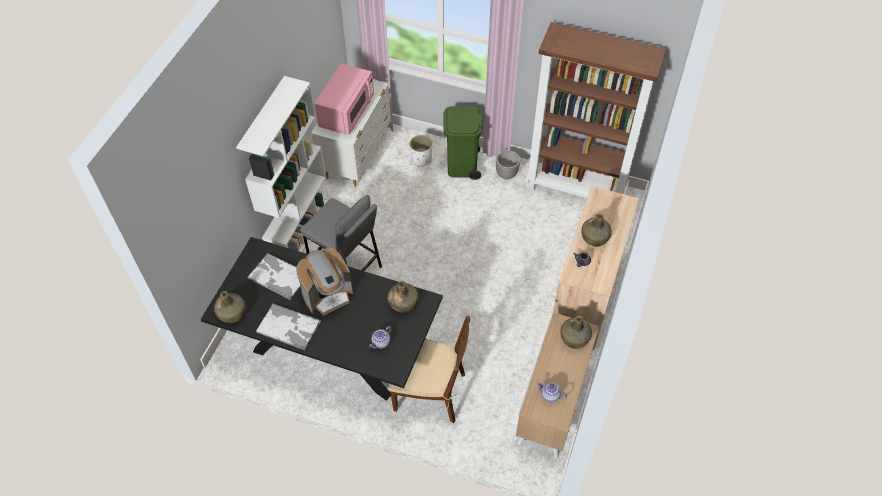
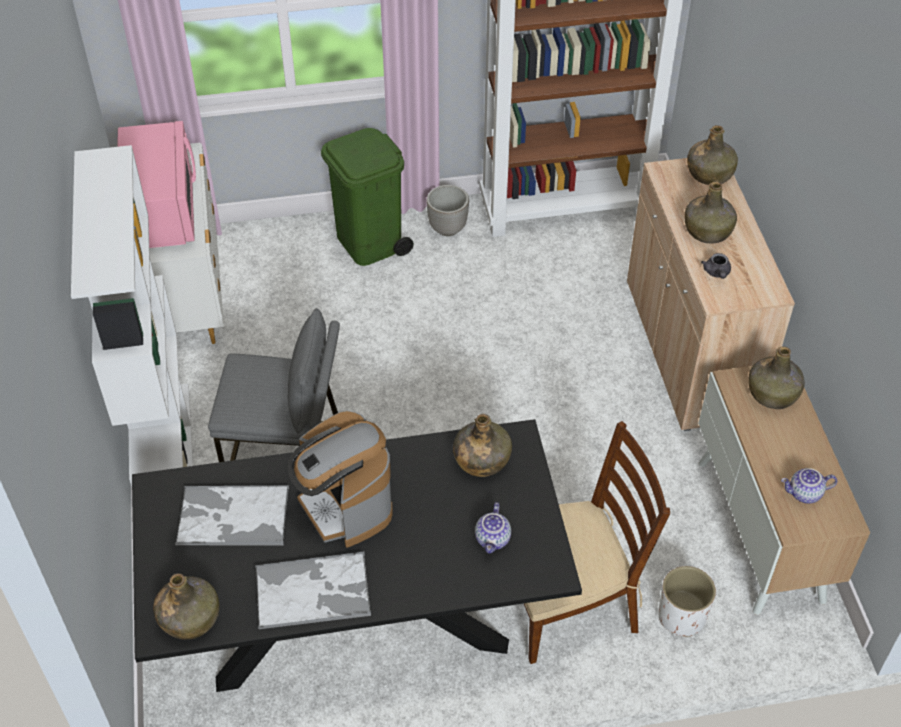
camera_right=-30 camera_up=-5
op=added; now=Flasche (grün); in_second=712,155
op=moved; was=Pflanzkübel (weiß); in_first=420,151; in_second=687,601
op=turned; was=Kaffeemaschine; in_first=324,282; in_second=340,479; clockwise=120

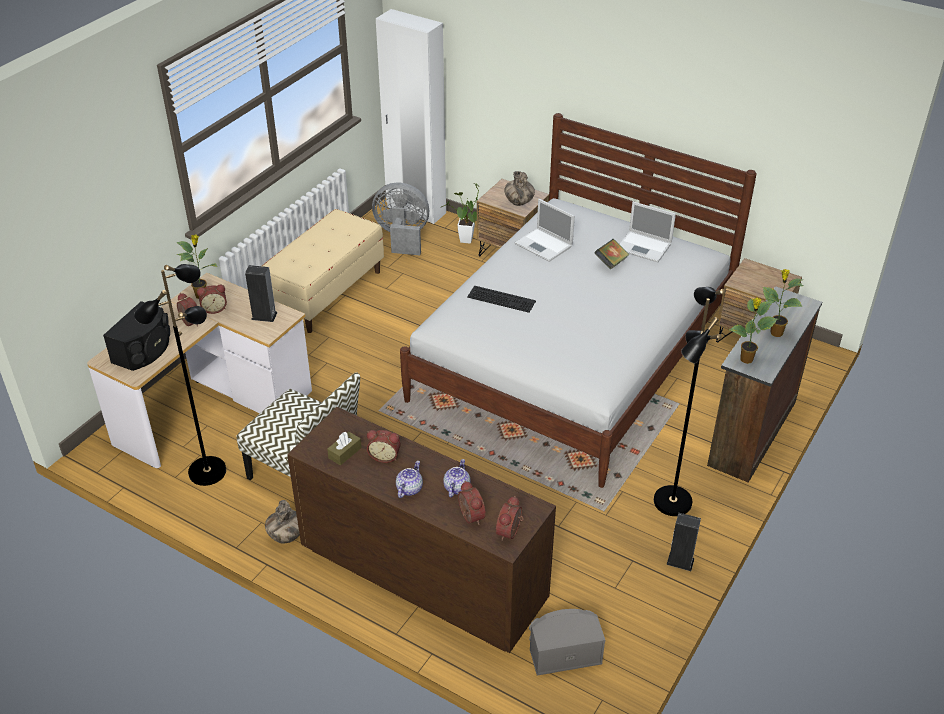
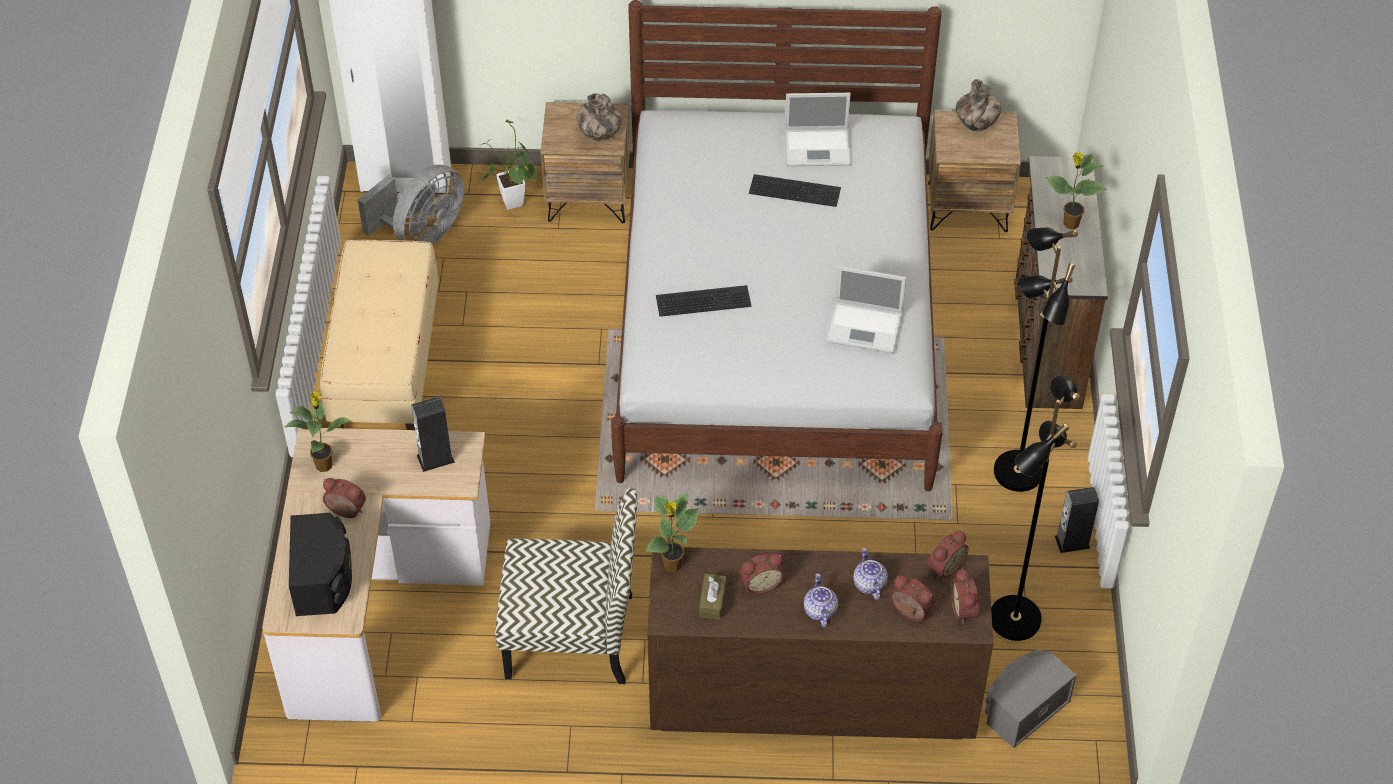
camera_right=-30 camera_up=10
op=moved; was=Stehlampe (schwarz); in_first=180,375; in_second=1035,508
op=moved; was=Wecker; in_first=212,299; in_second=948,555
op=moved; was=Vase; in_first=282,522; in_second=978,105
op=moved; was=Laptop; in_first=544,230; in_second=866,309
op=moved; was=Topfpflanze; in_first=753,331; in_second=672,532
op=replaced; was=Buch; now=Tastatur; in_first=612,254; in_second=795,190
op=turned; was=Ventilator (grau); in_first=400,219; in_second=411,205; clockwise=150

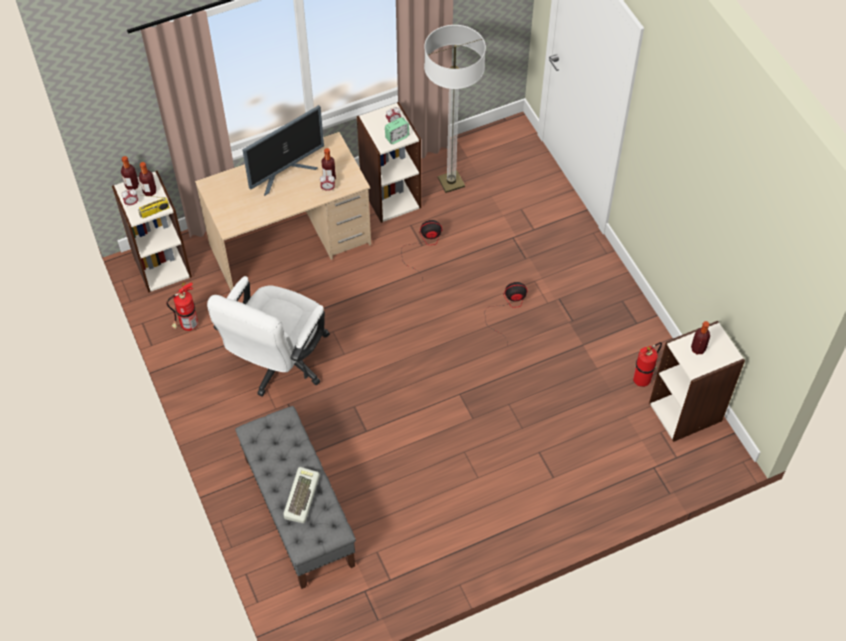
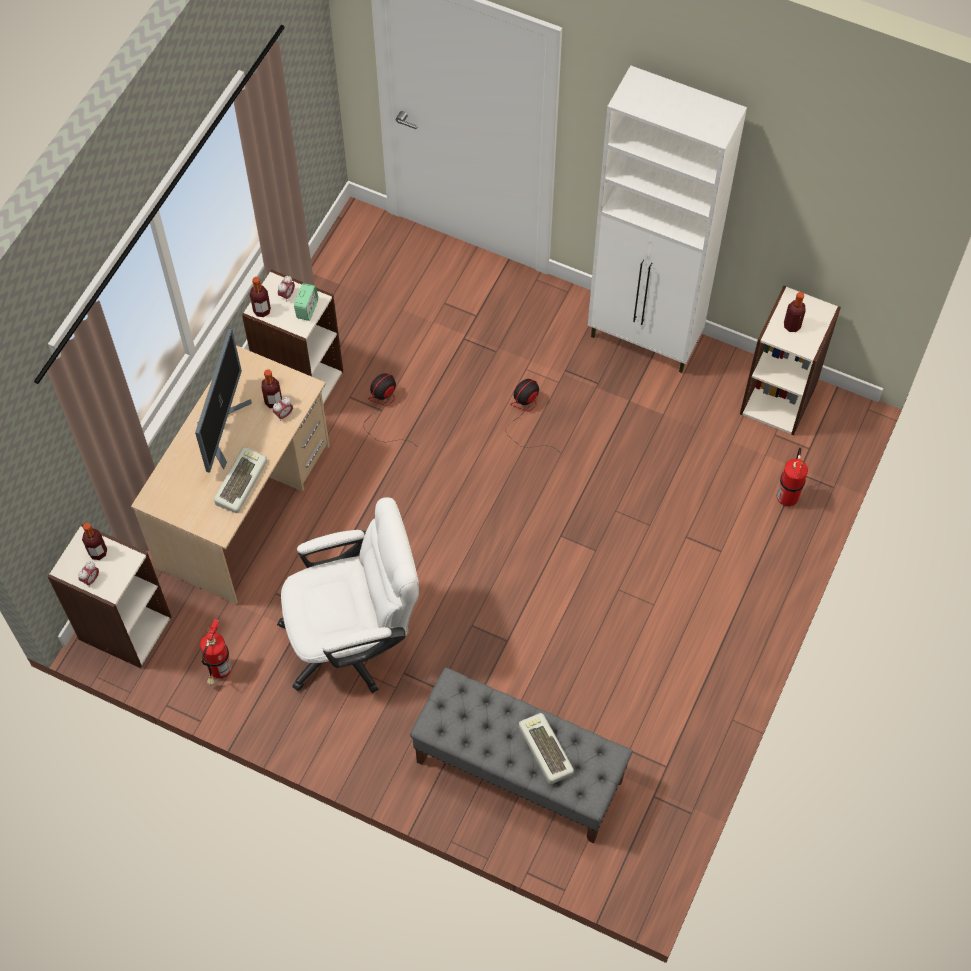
camera_right=-40 camera_up=5
op=removed; was=Radio; in_first=154,206
op=removed; was=Stehlampe; in_first=455,109
op=added; now=Tastatur; in_second=240,480
op=added; now=Schrank (weiß); in_second=667,219
op=moved; was=Flasche; in_first=130,173; in_second=260,297
op=moved; was=Feuerlöscher; in_first=647,364; in_second=792,476
op=turned; was=Bürostuhl (weiß); in_first=268,336; in_second=348,595; clockwise=-90

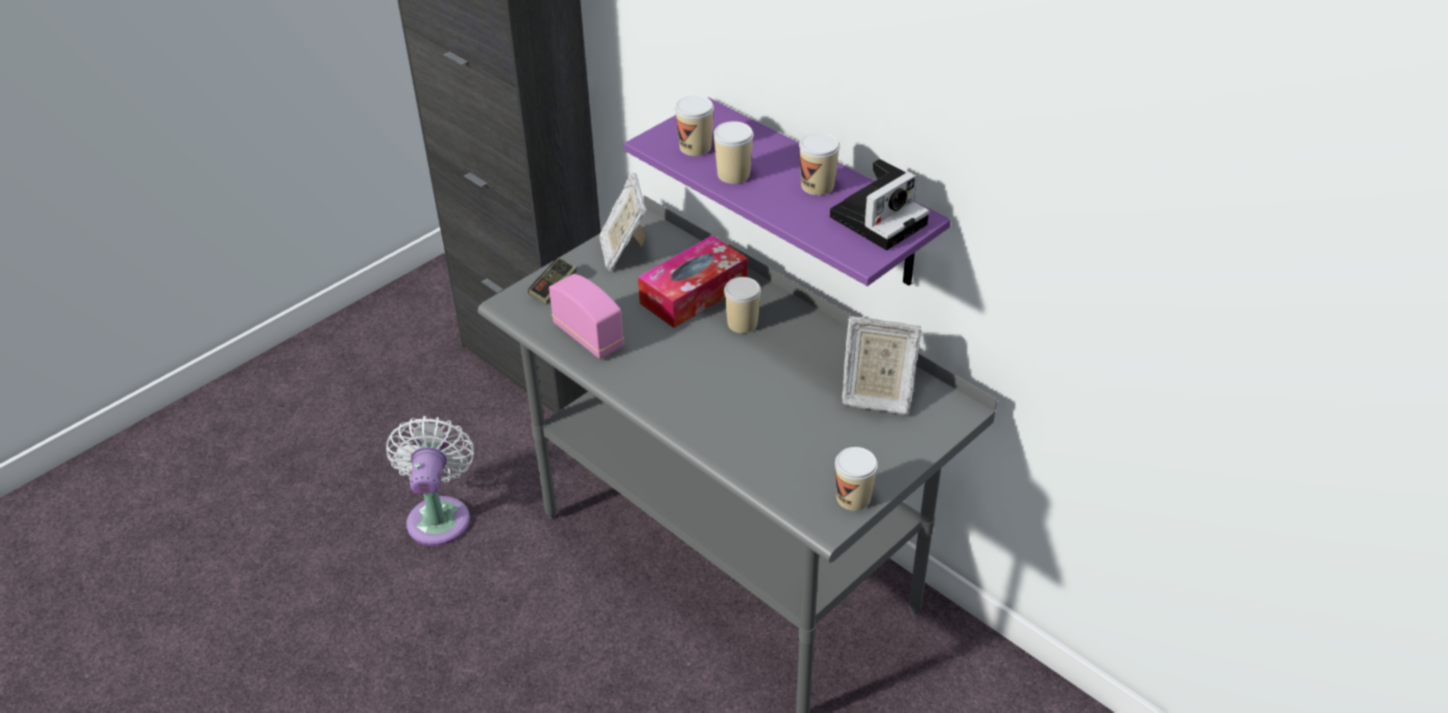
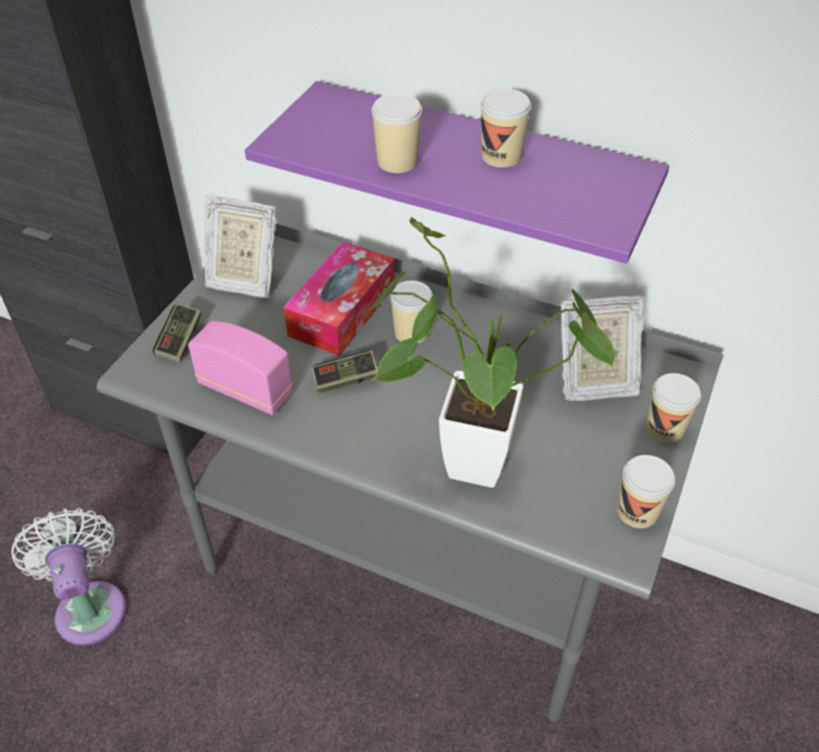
camera_right=-20 camera_up=5
op=removed; was=Kamera; in_first=879,204
op=added; now=Gamepad; in_second=344,371
op=added; now=Topfpflanze; in_second=489,352
op=moved; was=Tasse; in_first=694,125; in_second=673,407
op=turned; was=Bilderrahmen; in_first=622,222; in_second=240,246; clockwise=-45

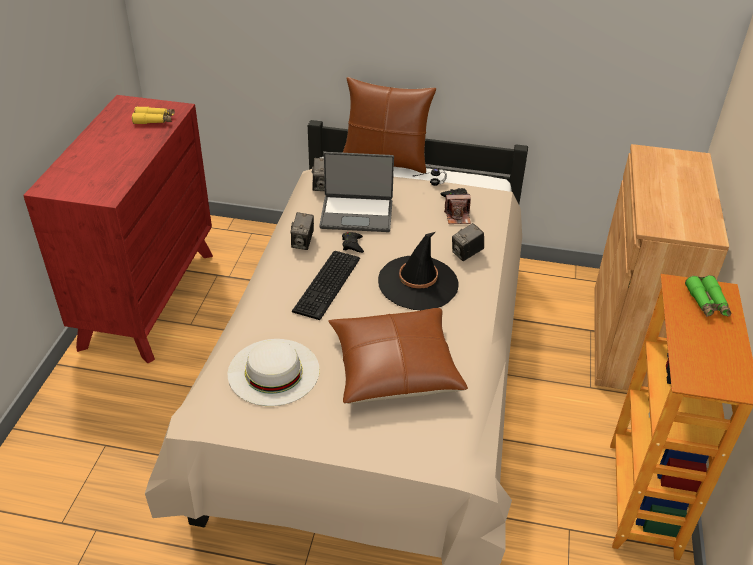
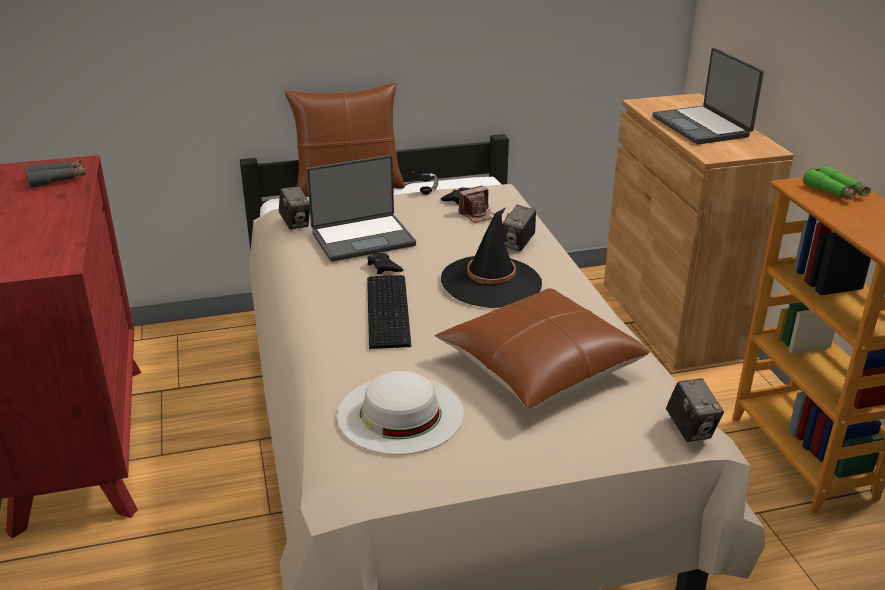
camera_right=-25 camera_up=-10
op=added; now=Laptop; in_second=708,96
op=moved; was=Kamera; in_first=302,231; in_second=695,410
op=recoloured; was=Fernglas (gelb); now=Fernglas (grau); in_first=153,115; in_second=55,174

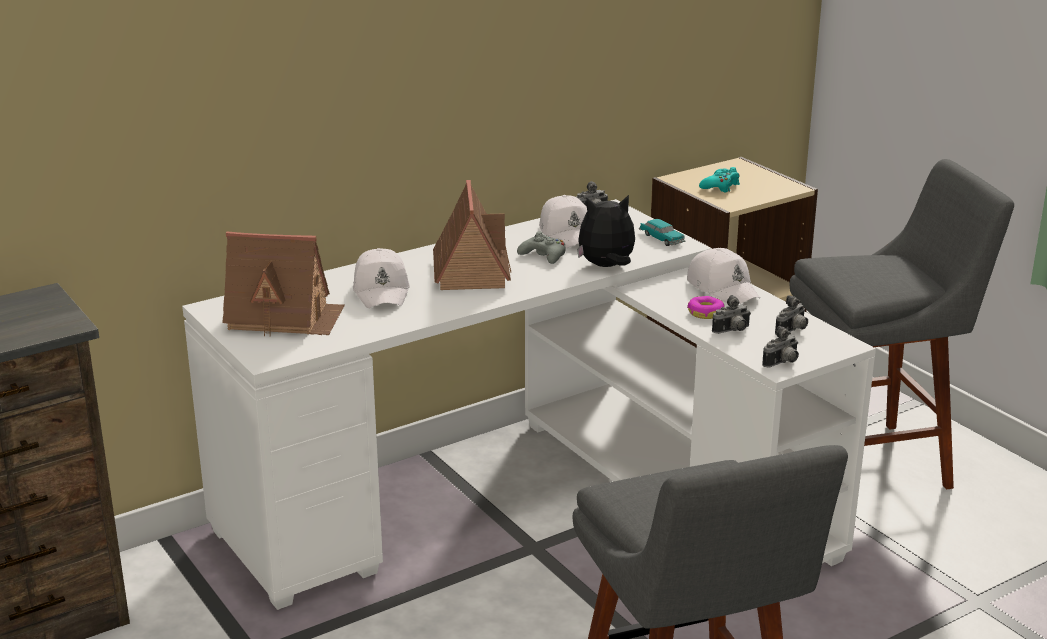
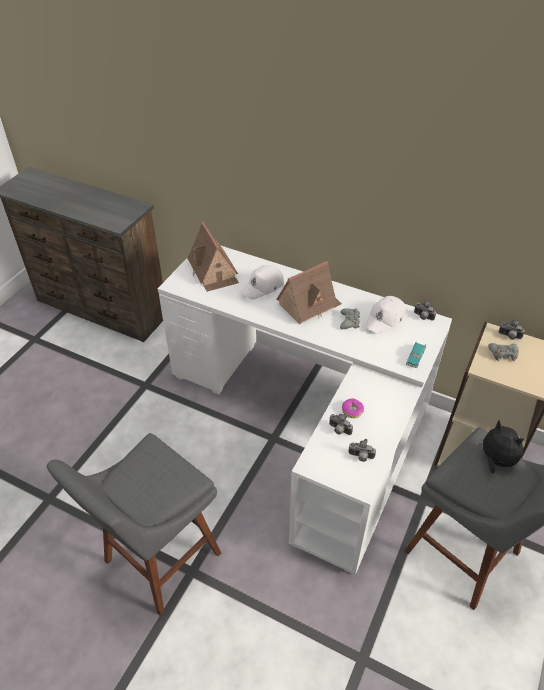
camera_right=60 camera_up=20
op=removed; was=Kappe (weiß); in_first=723,276
op=moved; was=Plüschtier; in_first=606,231; in_second=500,446
op=moved; was=Kamera; in_first=780,346; in_second=512,329
op=recoloured; was=Gamepad (türkis); now=Gamepad (grau); in_first=719,179; in_second=503,352

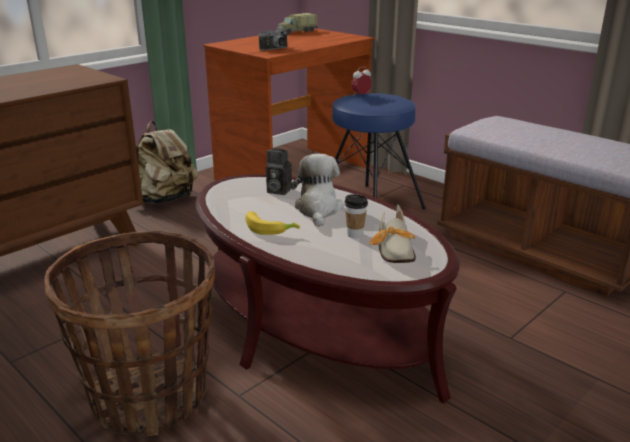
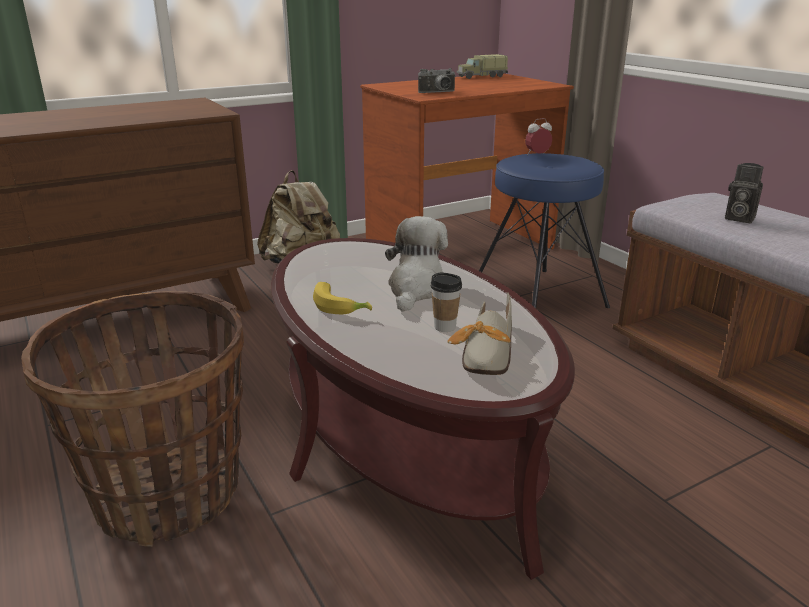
camera_right=15 camera_up=0
op=moved; was=Kamera; in_first=279,171; in_second=744,193

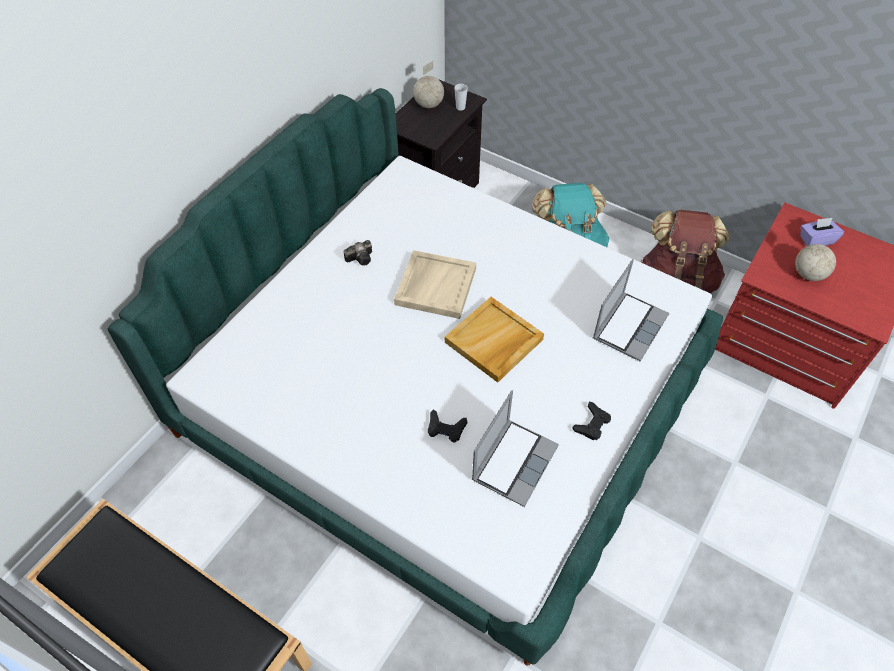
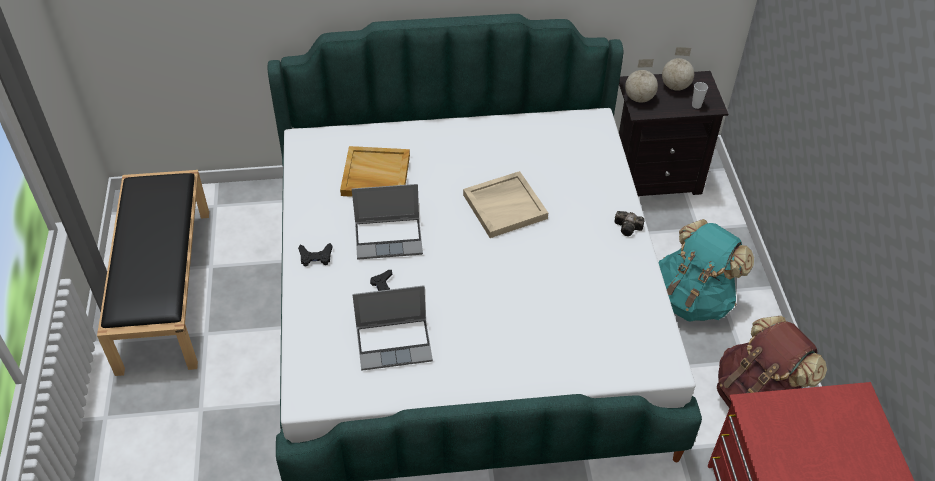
camera_right=50 camera_up=-5
op=removed; was=Taschentuchbox (lila); in_first=822,232
op=moved; was=Kamera; in_first=358,253; in_second=630,223
op=moved; was=Tablett (beige); in_first=494,340; in_second=375,171
op=moved; was=Gamepad (schwarz); in_first=591,421; in_second=315,254
op=moved; was=Laptop; in_first=631,310; in_second=387,221
op=moved; was=Globus; in_first=815,258; in_second=641,81

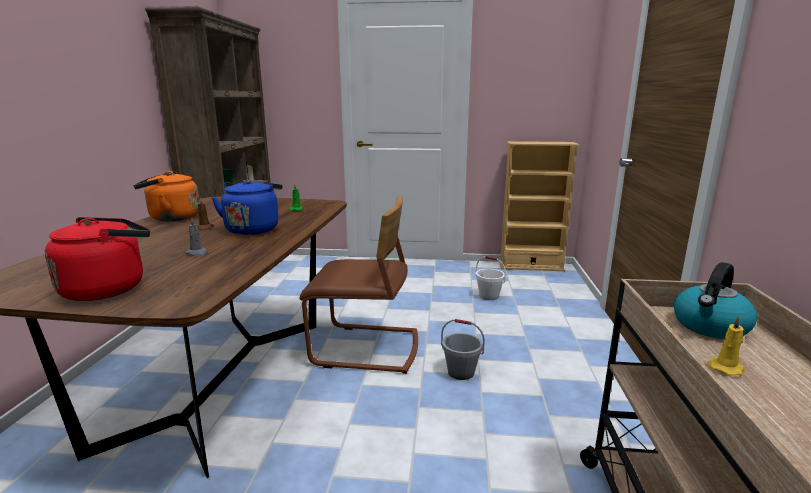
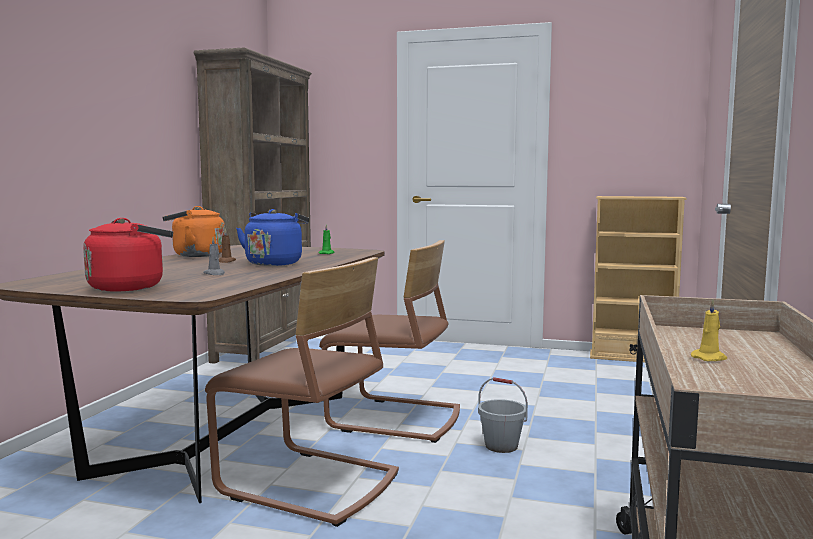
camera_right=10 camera_up=-10
op=removed; was=Eimer (weiß); in_first=491,278
op=removed; was=Wasserkessel; in_first=715,300
op=added; now=Stuhl (braun); in_second=302,392

